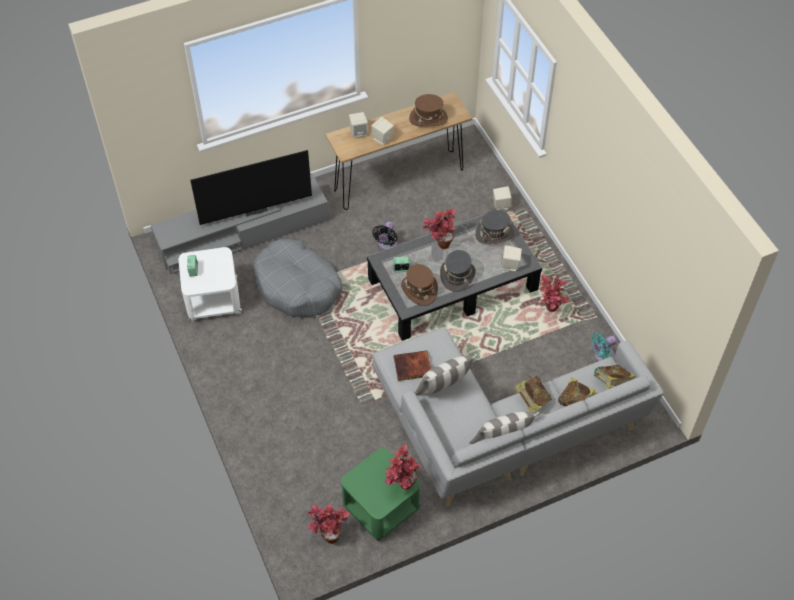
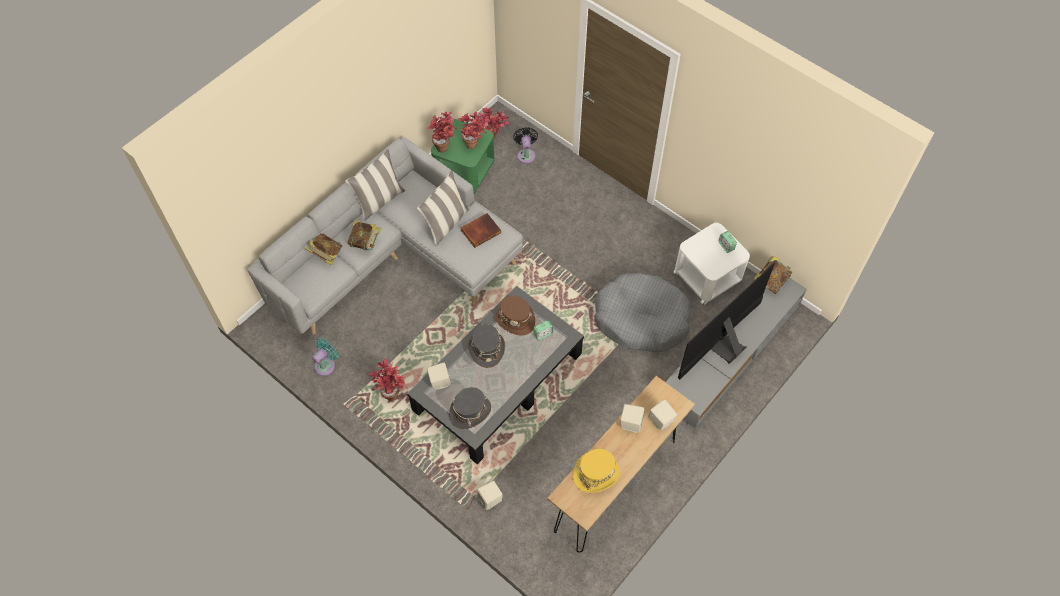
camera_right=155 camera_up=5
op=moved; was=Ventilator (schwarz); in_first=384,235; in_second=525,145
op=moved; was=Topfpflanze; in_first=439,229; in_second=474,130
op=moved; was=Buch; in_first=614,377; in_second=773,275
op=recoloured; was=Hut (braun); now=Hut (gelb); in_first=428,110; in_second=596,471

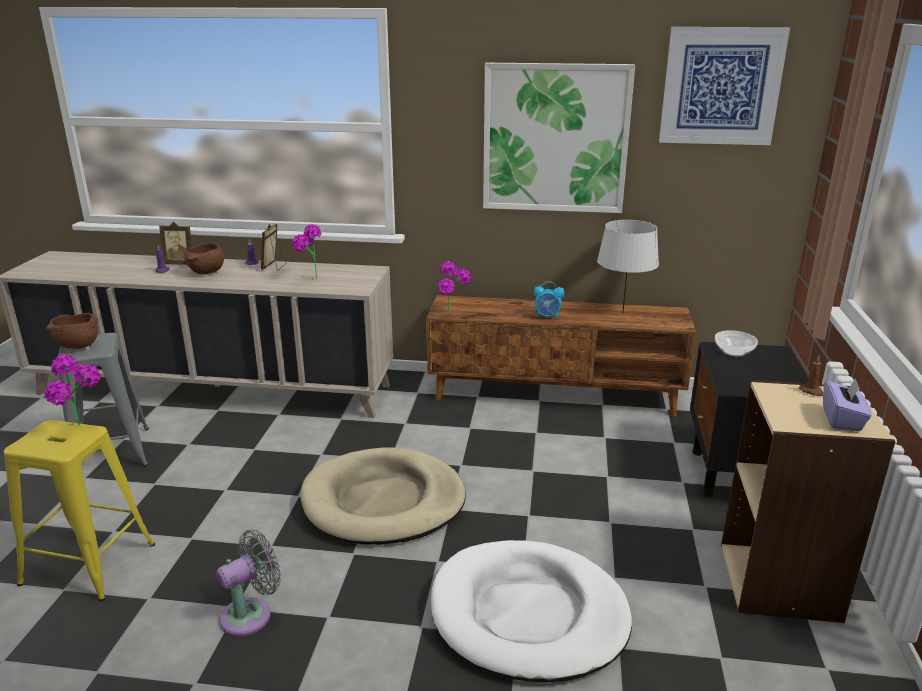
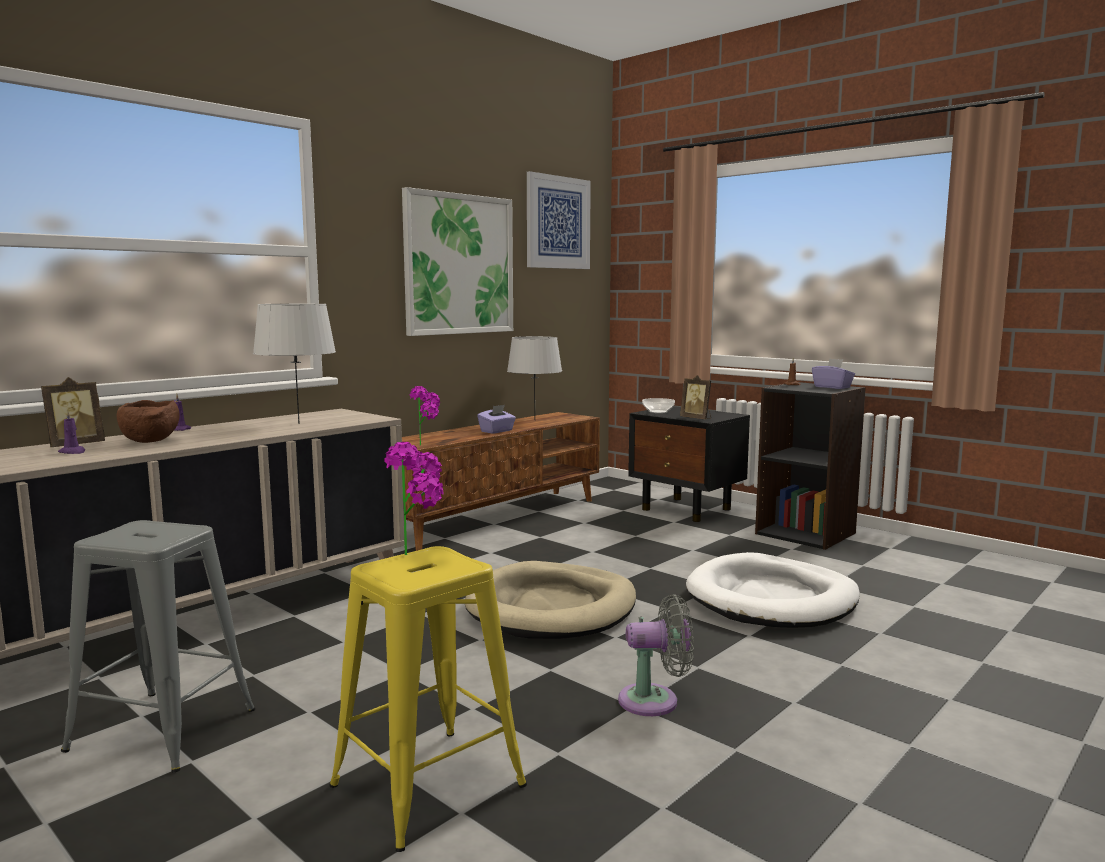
camera_right=-55 camera_up=-15
op=removed; was=Schüssel (braun); in_first=72,331
op=moved; was=Bilderrahmen; in_first=274,247; in_second=695,397
op=replaced; was=Topfpflanze; now=Tischlampe (grau); in_first=306,251; in_second=294,364
op=replaced; was=Wecker; now=Taschentuchbox (lila); in_first=549,300; in_second=496,419
op=recoloured; was=Bücherregal (beige); now=Bücherregal (schwarz); in_first=808,501; in_second=810,466
op=turned; was=Ventilator (grau); in_first=248,582; in_second=656,655; clockwise=90

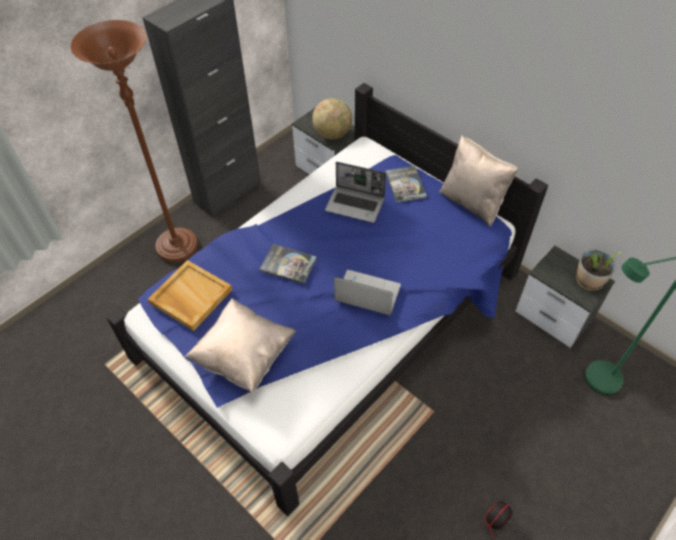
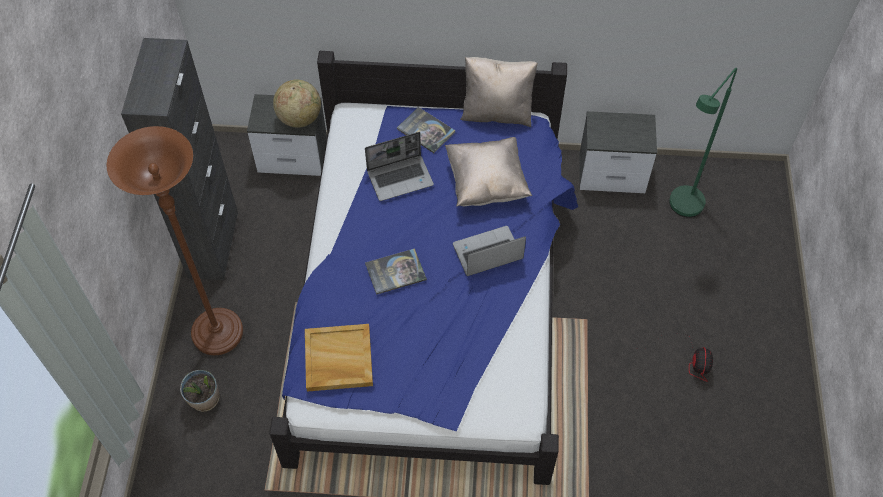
camera_right=-40 camera_up=5
op=moved; was=Kissen (beige); in_first=240,345; in_second=488,172
op=moved; was=Topfpflanze; in_first=599,270; in_second=200,390

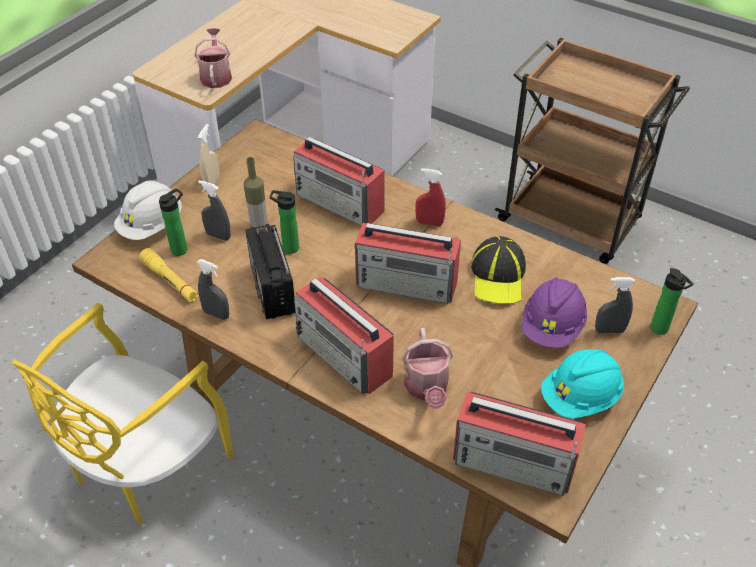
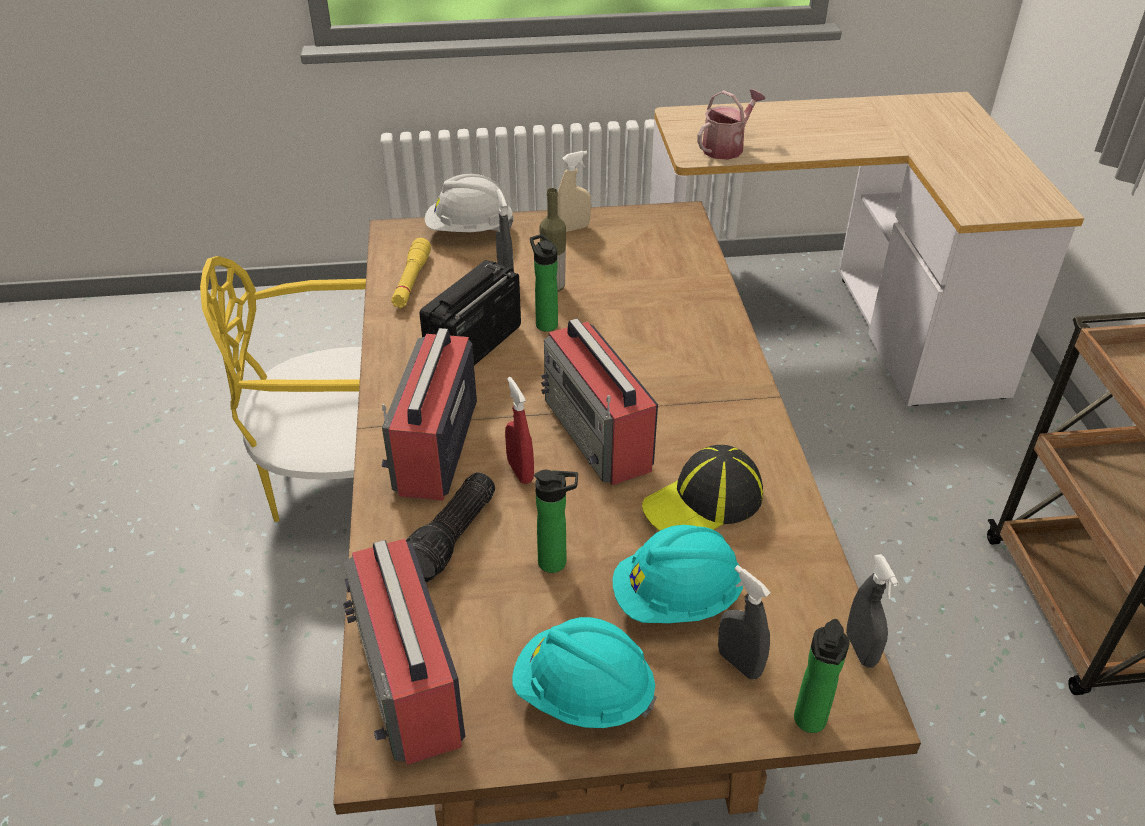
camera_right=50 camera_up=-5
op=removed; was=Radio; in_first=338,181
op=moved; was=Flasche; in_first=173,222; in_second=556,521
op=moved; was=Sprühflasche (grau); in_first=213,289; in_second=872,611
op=moved; was=Sprühflasche (rot); in_first=431,197; in_second=519,430
op=replaced; was=Gießkanne; now=Taschenlampe; in_first=427,368; in_second=450,527
op=recoloured; was=Schutzhelm (lila); now=Schutzhelm (türkis); in_first=554,312; in_second=678,574

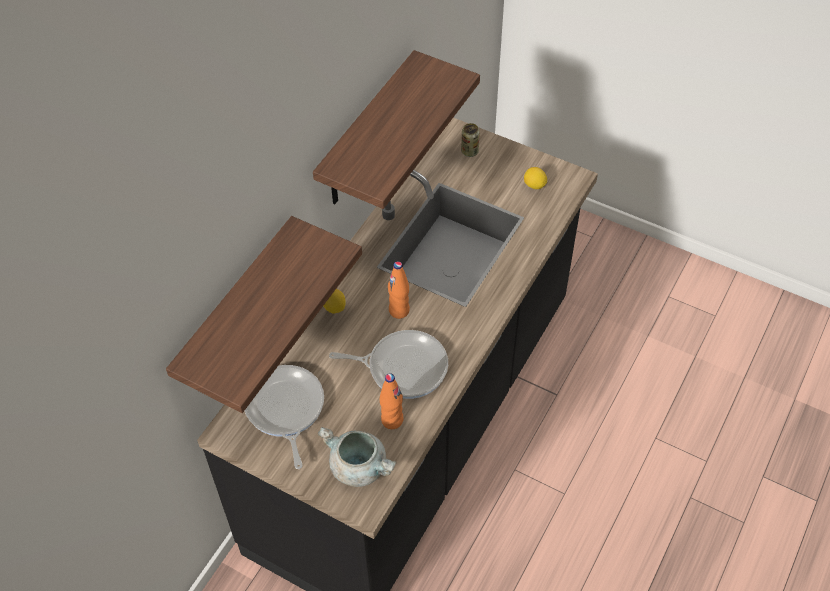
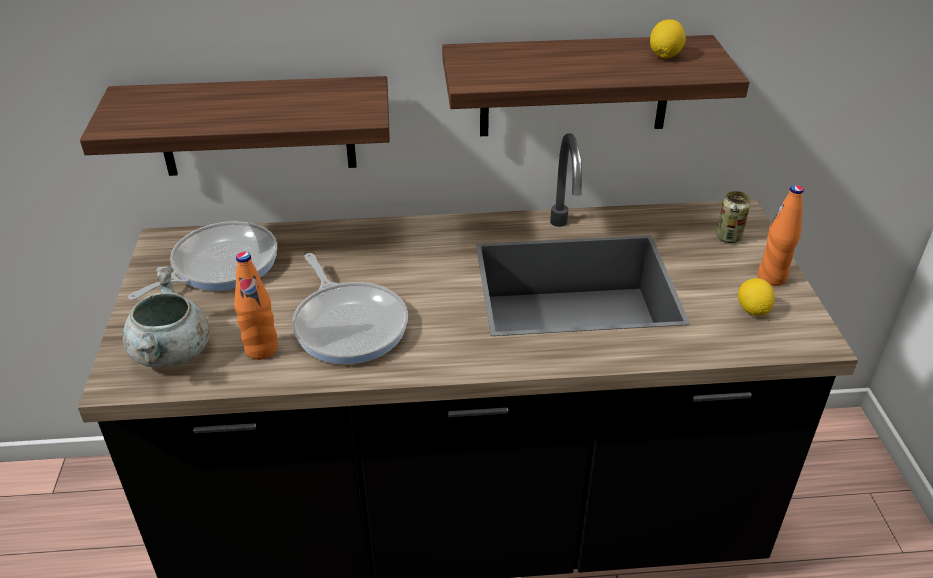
camera_right=55 camera_up=-15
op=moved; was=Zitrone; in_first=335,301; in_second=668,38
op=moved; was=Flasche (orange); in_first=399,290; in_second=781,235

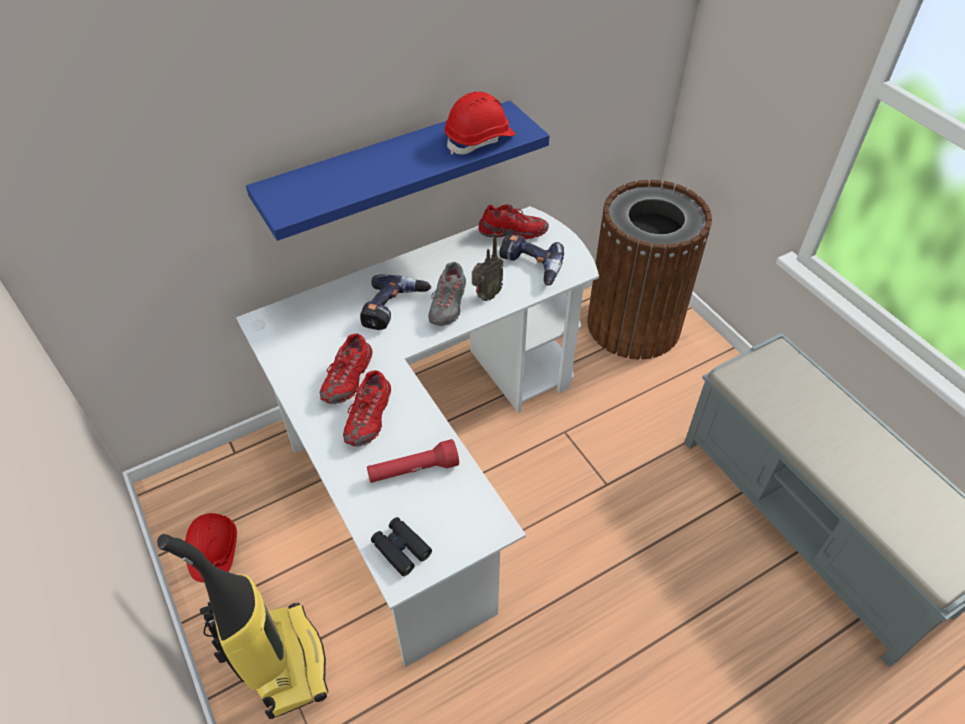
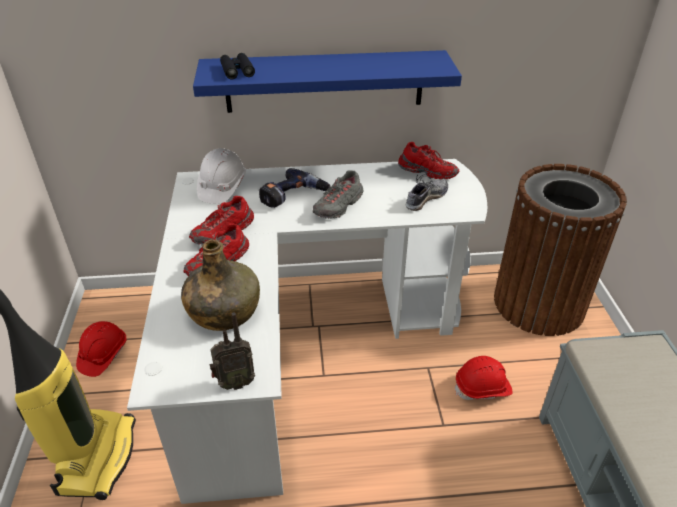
camera_right=25 camera_up=-10
op=added; now=Schutzhelm (weiß); in_second=221,176
op=moved; was=Fernglas (schwarz); in_first=401,546; in_second=237,66
op=moved; was=Schutzhelm (rot); in_first=479,123; in_second=484,378
op=moved; was=Radio; in_first=487,267; in_second=232,351
op=replaced; was=Taschenlampe (rot); now=Flasche (grün); in_first=413,461; in_second=220,285
op=replaced; was=Bohrmaschine; now=Schuh; in_first=532,259; in_second=427,193

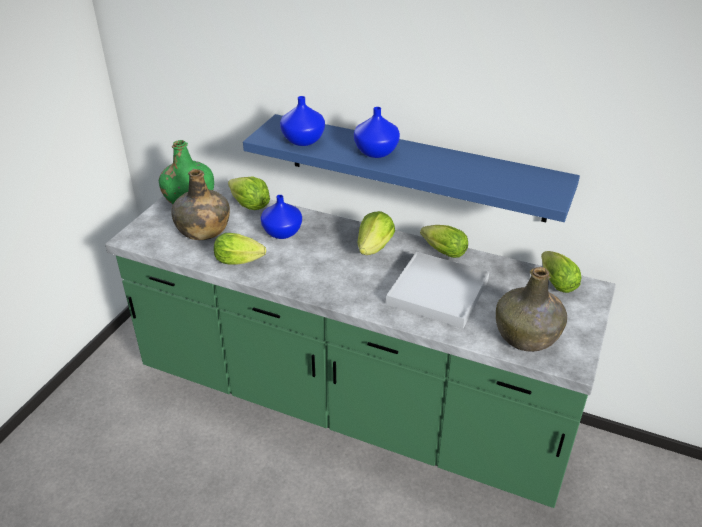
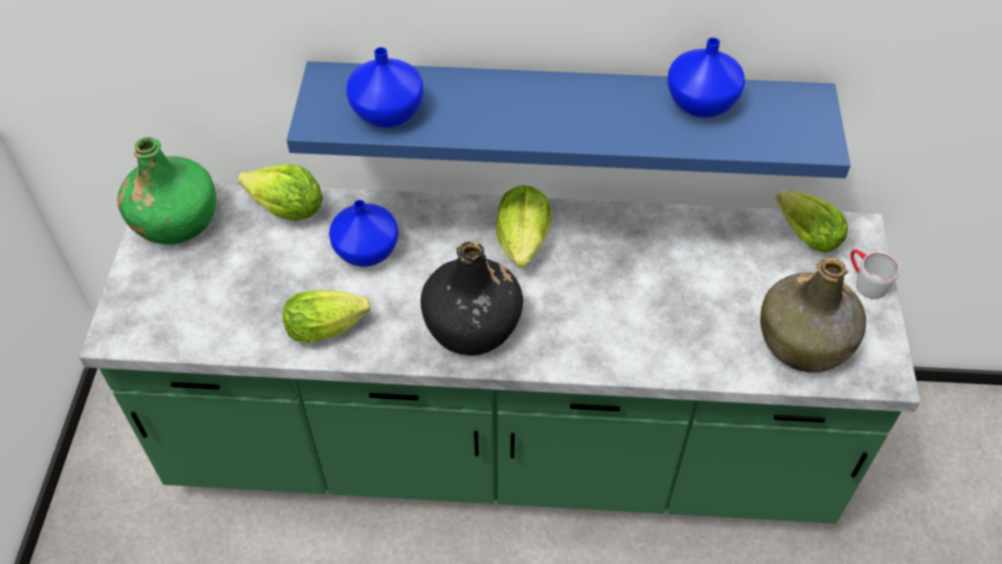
camera_right=-20 camera_up=15
op=removed; was=Flasche (grün); in_first=200,204
op=removed; was=Tablett (weiß); in_first=437,290
op=removed; was=Salatkopf; in_first=444,241
op=added; now=Flasche (schwarz); in_second=472,298
op=added; now=Henkelbecher (grau); in_second=875,274
op=moved; was=Vase (blau); in_first=377,132; in_second=706,78

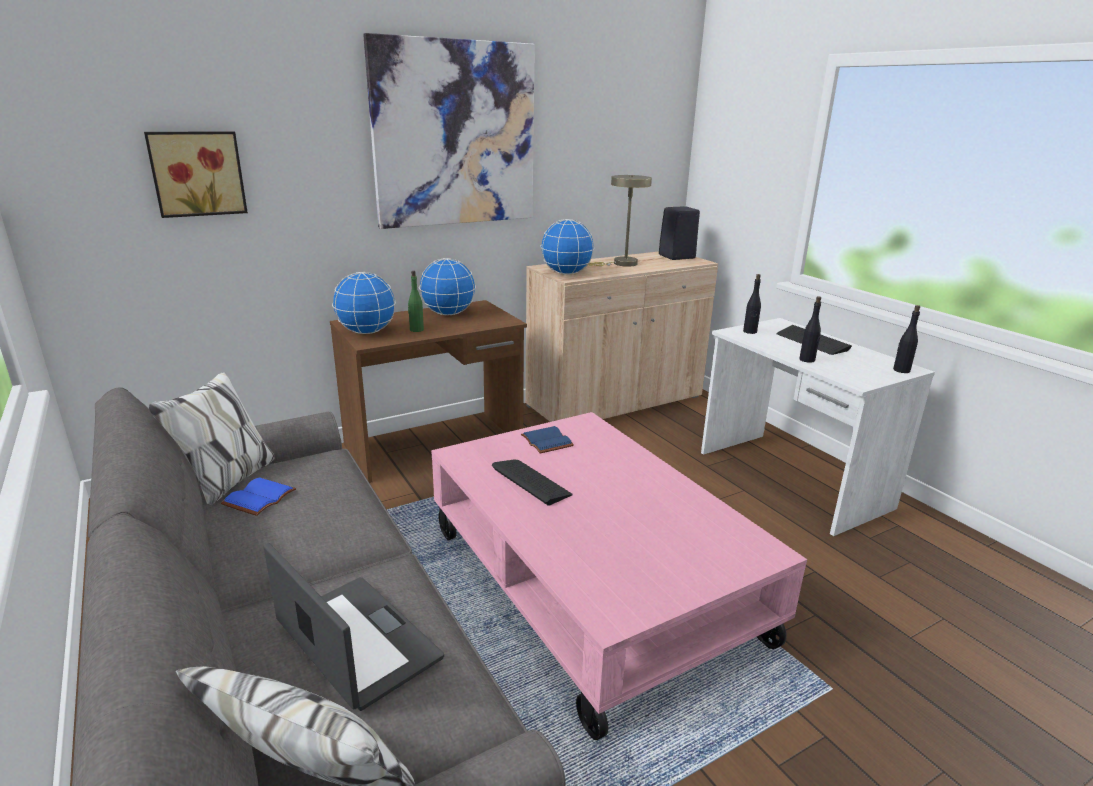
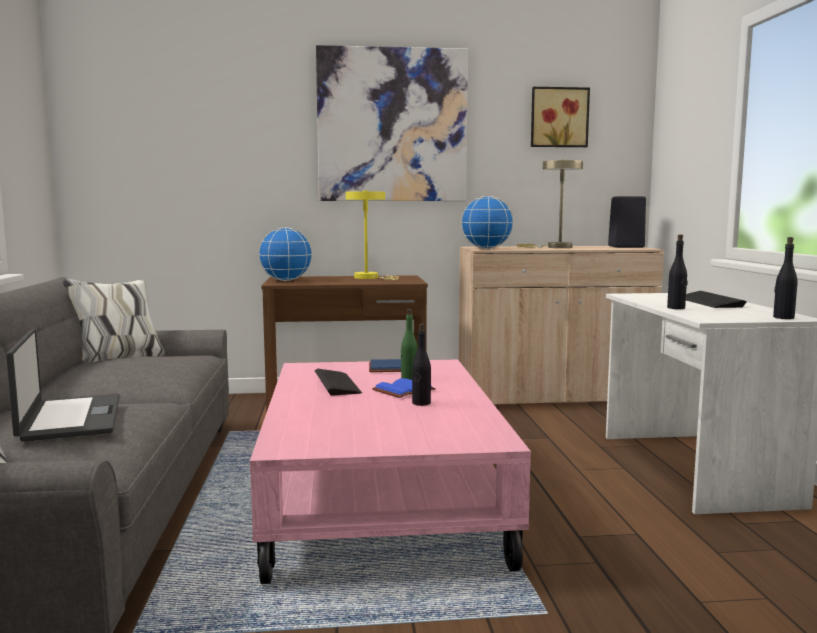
camera_right=25 camera_up=-15
op=moved; was=Bild; in_first=196,174; in_second=560,117
op=moved; was=Buch (blau); in_first=258,496; in_second=404,388
op=moved; was=Flasche (grün); in_first=416,301; in_second=409,344
op=moved; was=Flasche (schwarz); in_first=752,304; in_second=421,364
op=replaced; was=Globus; now=Tischlampe (gelb); in_first=447,286; in_second=372,235

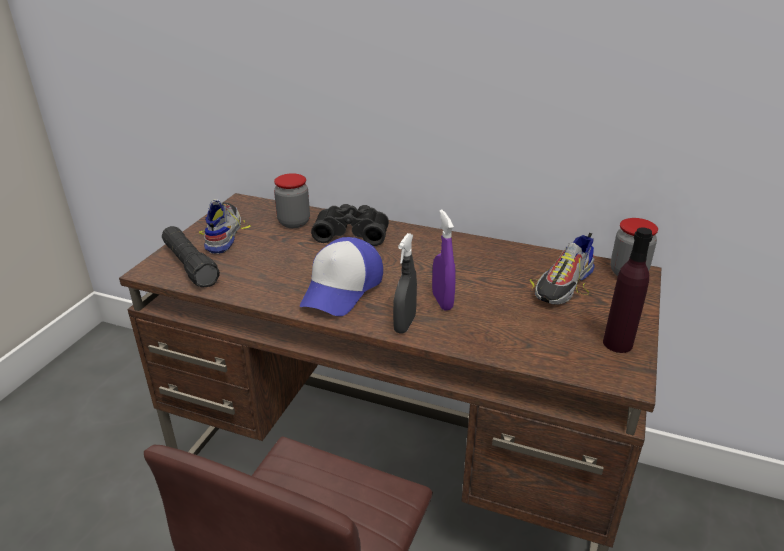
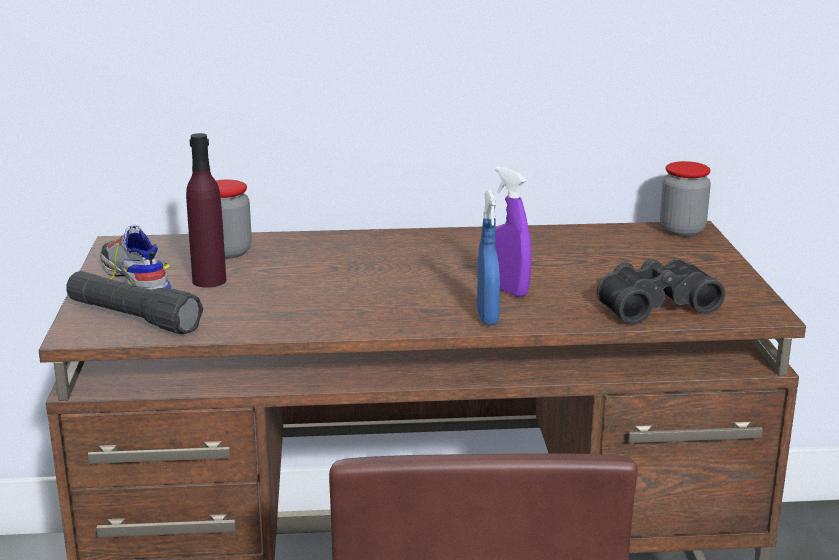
camera_right=-25 camera_up=-10
op=removed; was=Kappe; in_first=341,276
op=removed; was=Schuh; in_first=562,269
op=moved; was=Fernglas (schwarz); in_first=350,225; in_second=661,291
op=moved; was=Flasche (lila); in_first=628,290; in_second=206,210
op=recoloured; was=Sprühflasche (grau); now=Sprühflasche (blau); in_first=405,283; in_second=488,258

